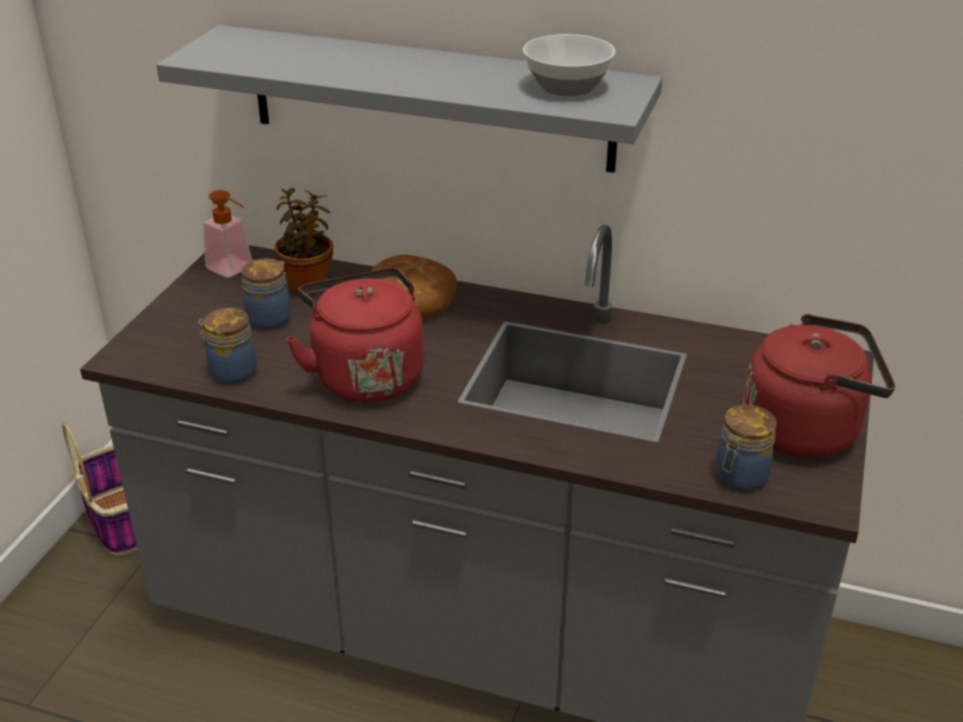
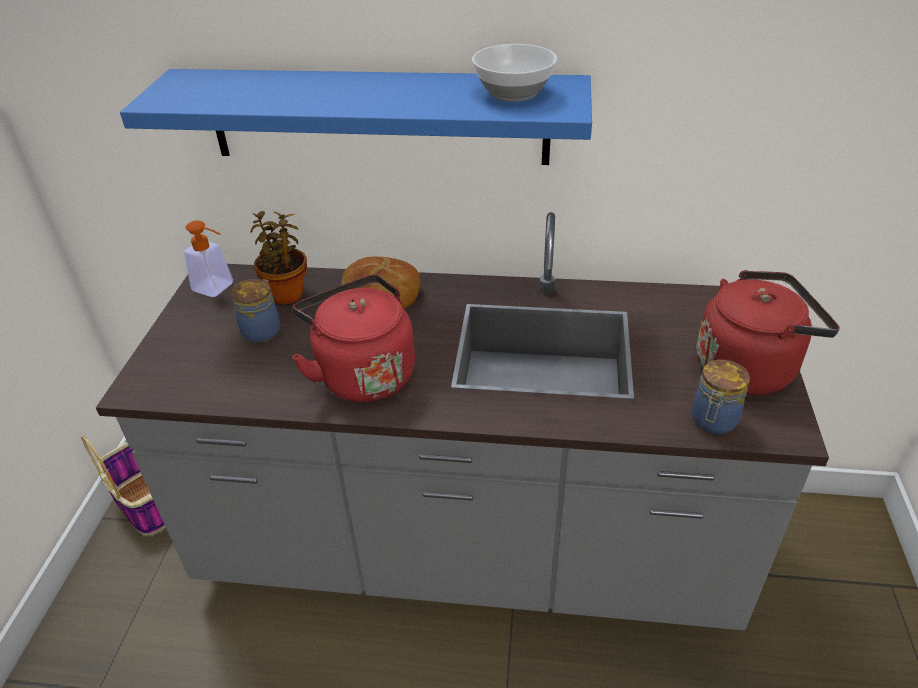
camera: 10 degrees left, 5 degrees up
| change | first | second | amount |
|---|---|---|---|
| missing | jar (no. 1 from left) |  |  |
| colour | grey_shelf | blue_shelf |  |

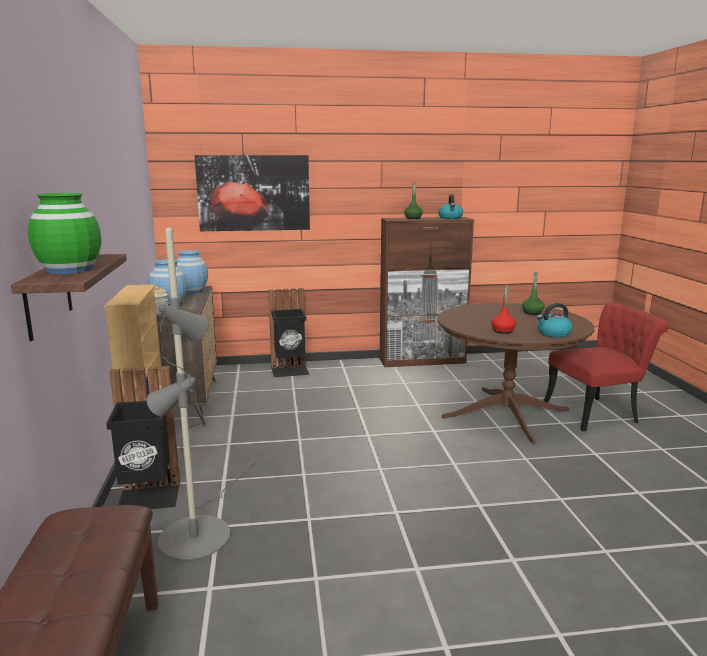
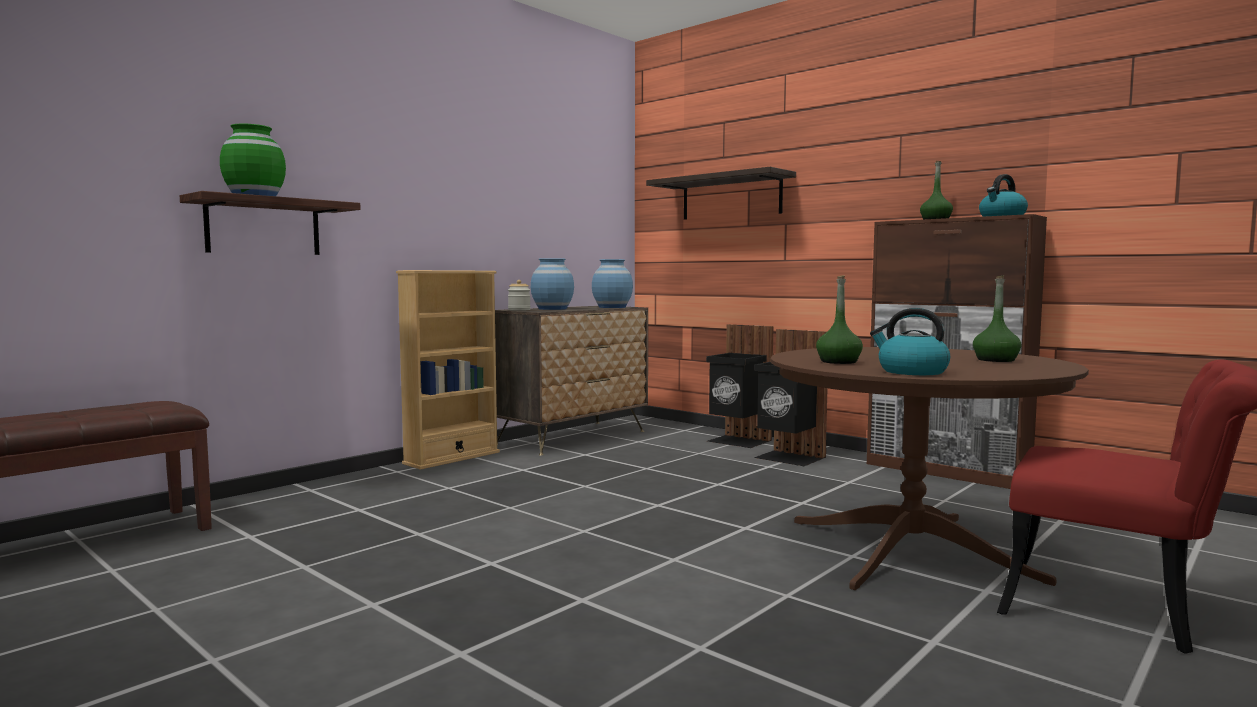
camera: 50 degrees right, 10 degrees down
| change | first | second | amount |
|---|---|---|---|
| missing | grey_floor_lamp |  |  |
| relocated | black_trash_can (no. 1 from left in the first image) | black_trash_can (no. 2 from left) |  |
| exchanged | picture | shelf (no. 2 from left) |  |
| colour | red_bottle | green_bottle (no. 1 from left) |  |

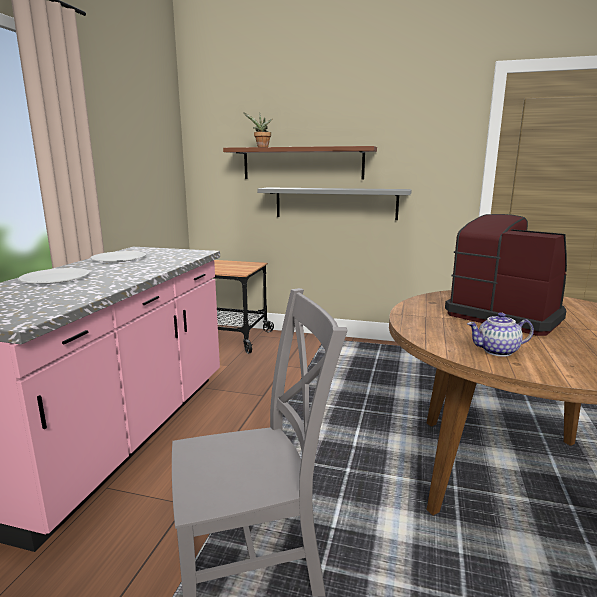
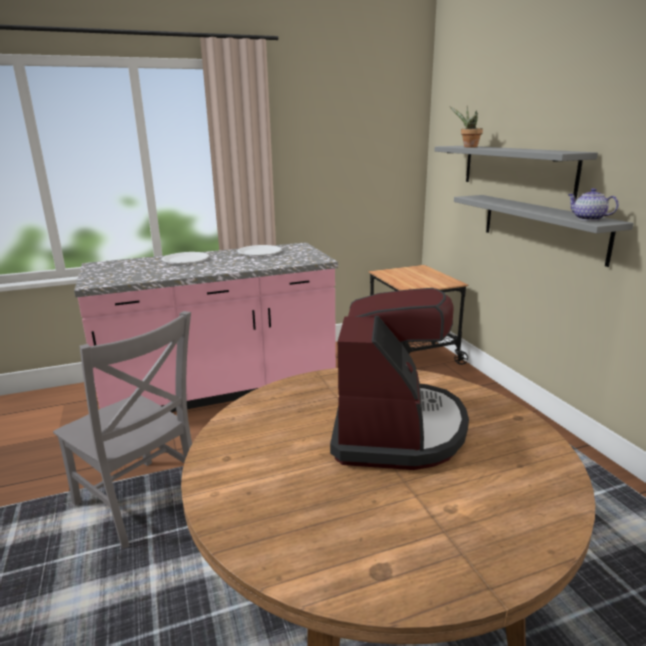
camera: 55 degrees right, 5 degrees up
| change | first | second | amount |
|---|---|---|---|
| relocated | teapot |  |  |
| colour | brown_shelf | grey_shelf (no. 1 from left) |  |

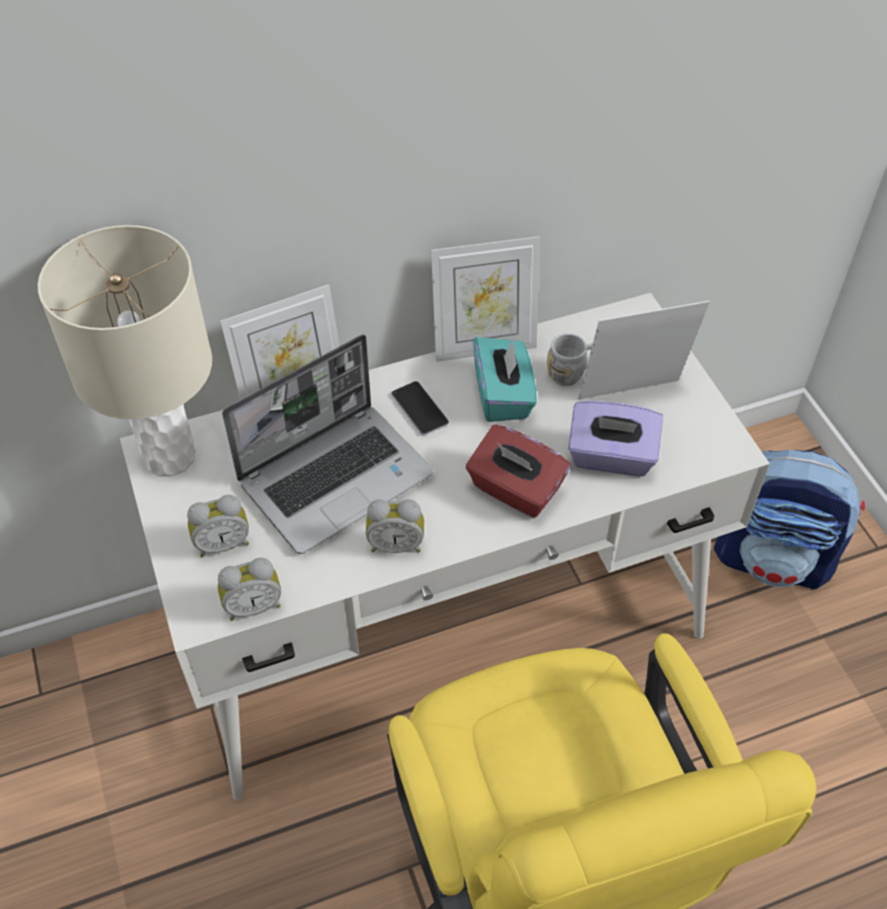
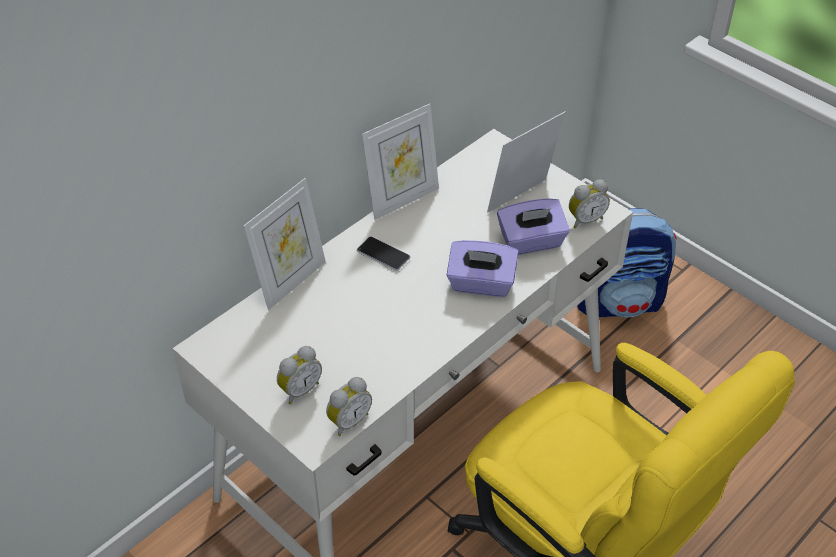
camera: 25 degrees left, 5 degrees down
| change | first | second | amount |
|---|---|---|---|
| missing | beige_table_lamp |  |  |
| missing | laptop |  |  |
| missing | turquoise_tissue_box |  |  |
| missing | grey_mug |  |  |
| relocated | alarm_clock (no. 3 from left) |  |  |
| colour | red_tissue_box | purple_tissue_box (no. 1 from left) |  |

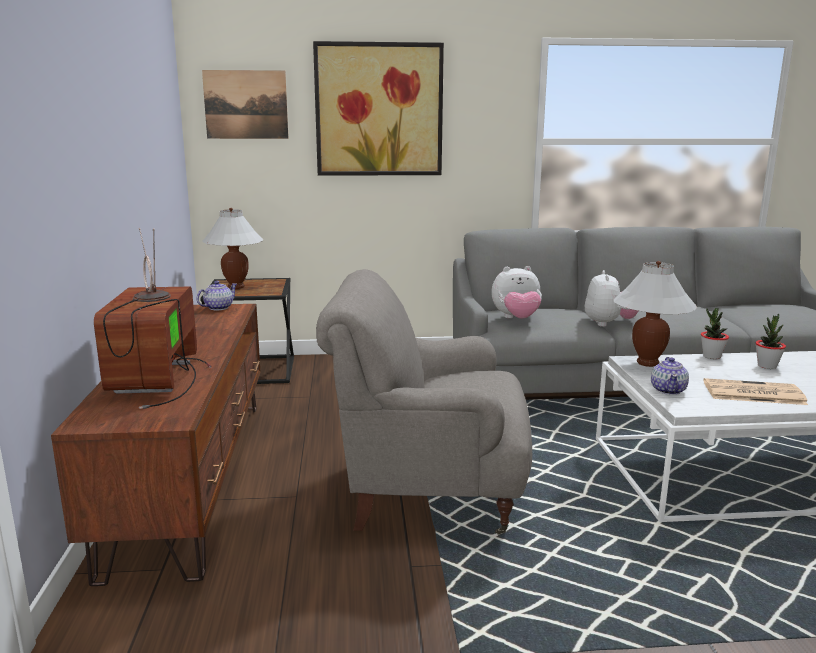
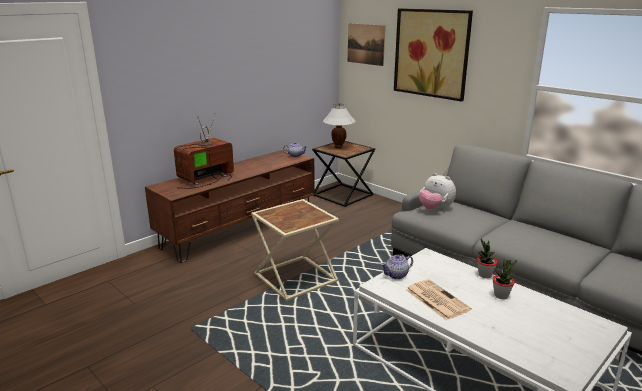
camera: 50 degrees right, 5 degrees up
| change | first | second | amount |
|---|---|---|---|
| missing | plush_toy (no. 2 from left) |  |  |
| missing | white_table_lamp (no. 2 from left) |  |  |
| exchanged | grey_armchair | beige_side_table |  |

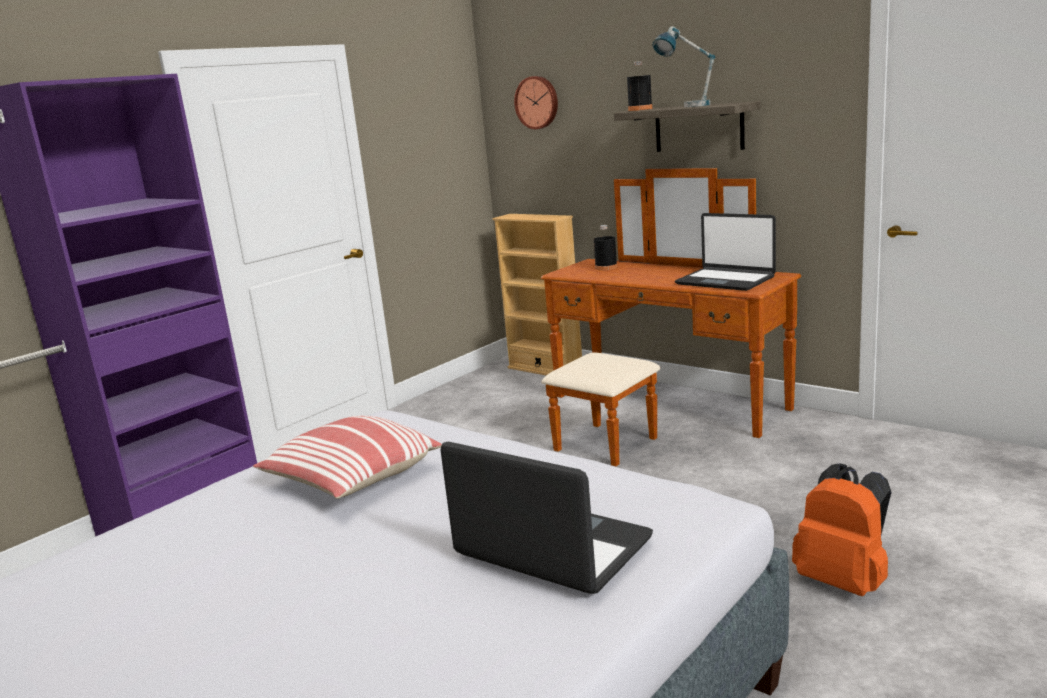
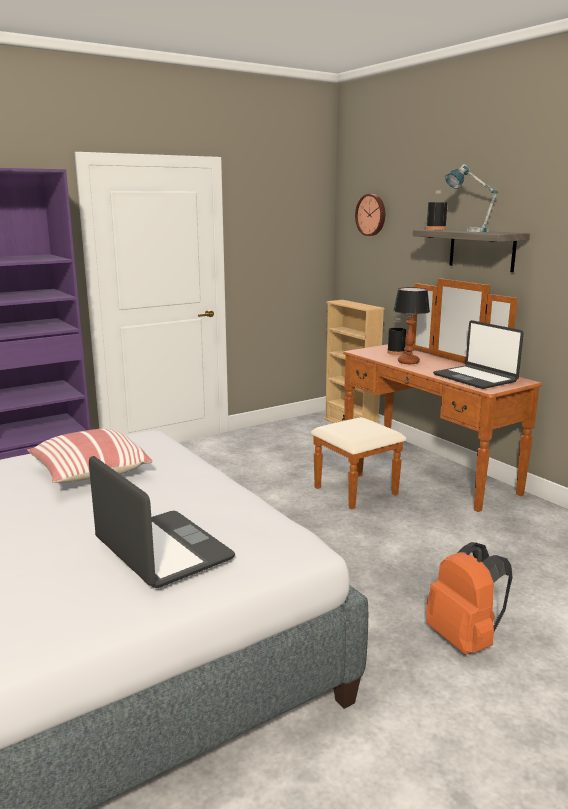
camera: 15 degrees right, 0 degrees up
| change | first | second | amount |
|---|---|---|---|
| appeared |  | table_lamp (no. 1 from left) |  |

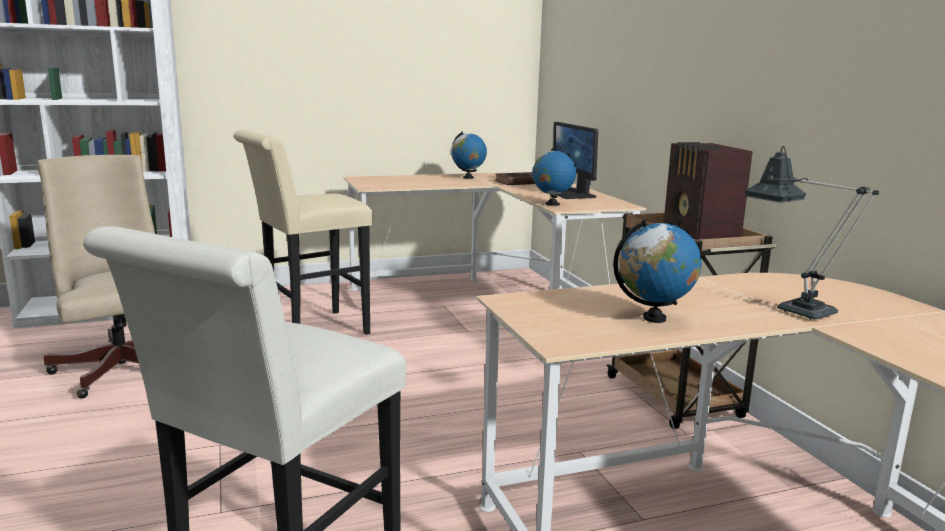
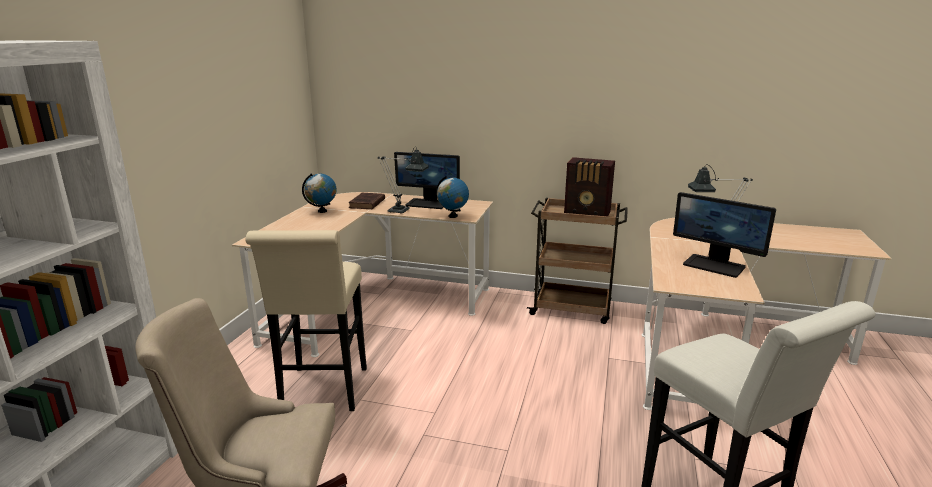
camera: 55 degrees left, 5 degrees up
| change | first | second | amount |
|---|---|---|---|
| appeared |  | table_lamp (no. 1 from left) |  |
| exchanged | globe (no. 3 from left) | monitor (no. 2 from left) |  |

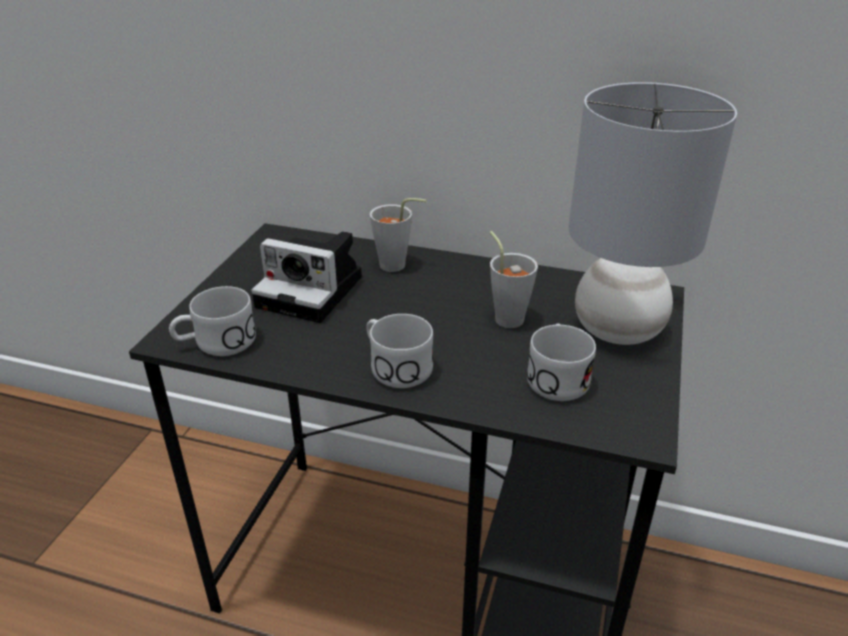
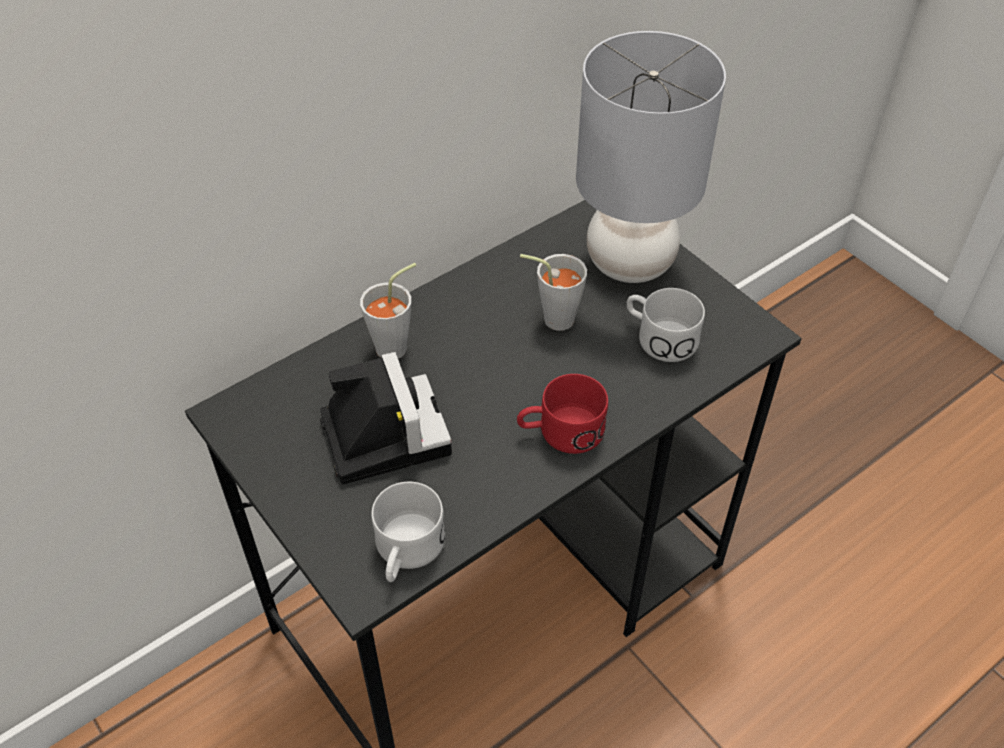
camera: 55 degrees left, 15 degrees up
| change | first | second | amount |
|---|---|---|---|
| colour | white_mug (no. 2 from left) | red_mug |  |
| spun | photo_camera |  | 75 degrees counterclockwise |

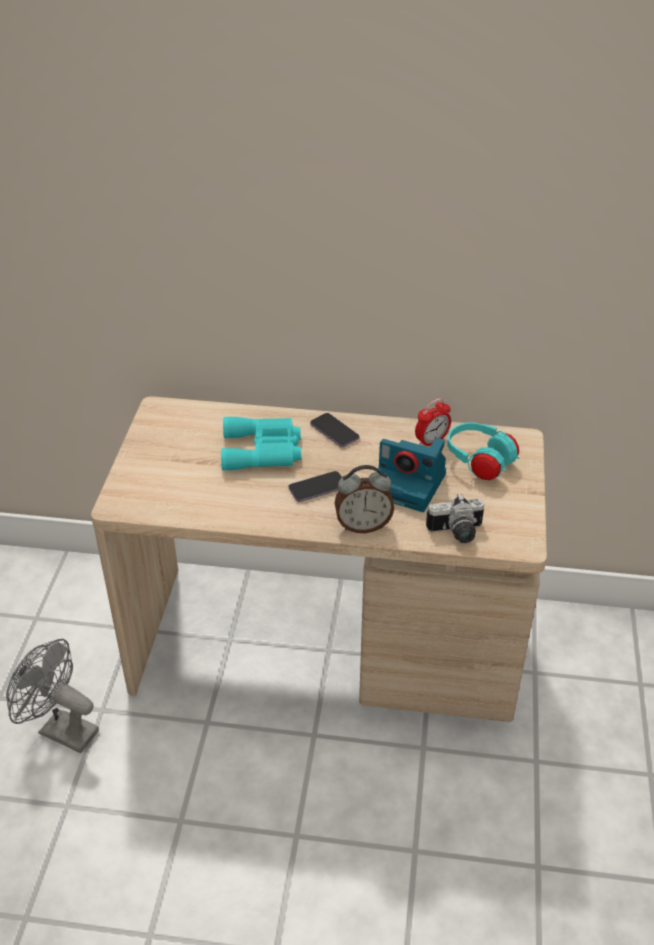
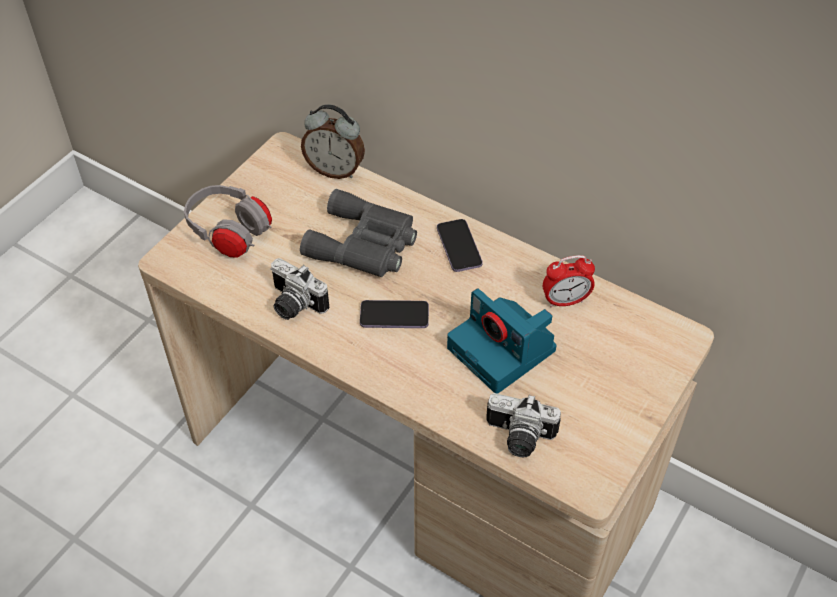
camera: 25 degrees right, 10 degrees up
| change | first | second | amount |
|---|---|---|---|
| missing | grey_fan |  |  |
| missing | turquoise_headphones |  |  |
| appeared |  | grey_headphones |  |
| appeared |  | photo_camera (no. 1 from left) |  |
| relocated | alarm_clock (no. 1 from left) |  |  |
| colour | turquoise_binoculars | grey_binoculars |  |

